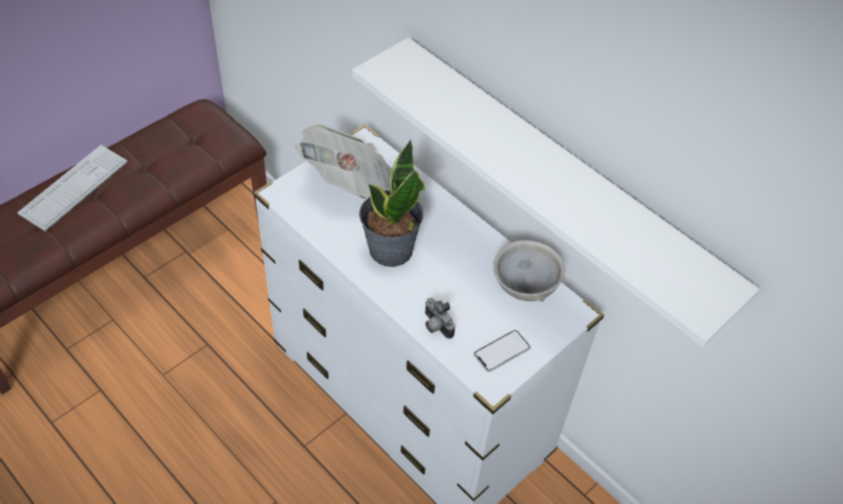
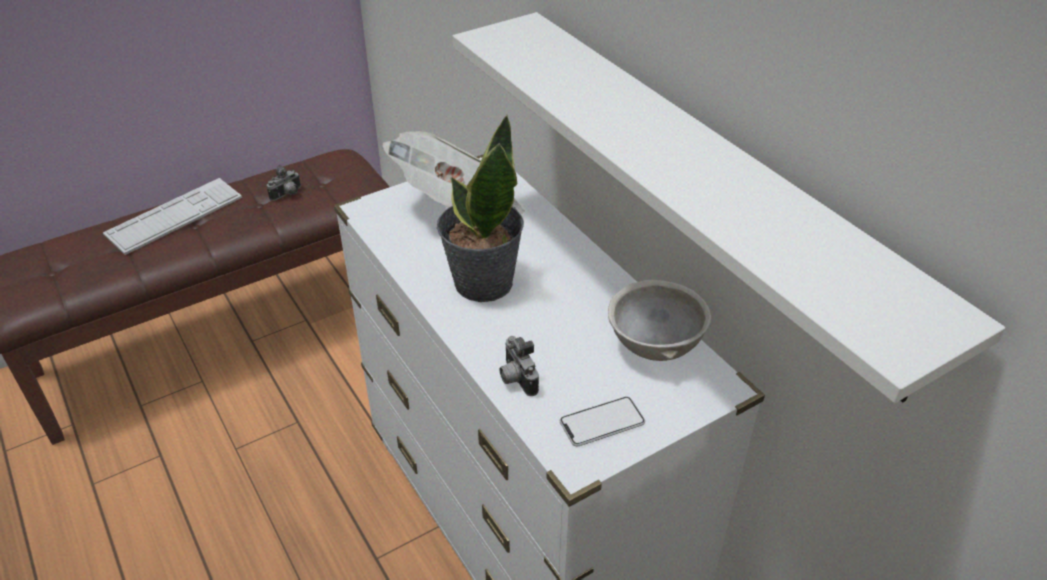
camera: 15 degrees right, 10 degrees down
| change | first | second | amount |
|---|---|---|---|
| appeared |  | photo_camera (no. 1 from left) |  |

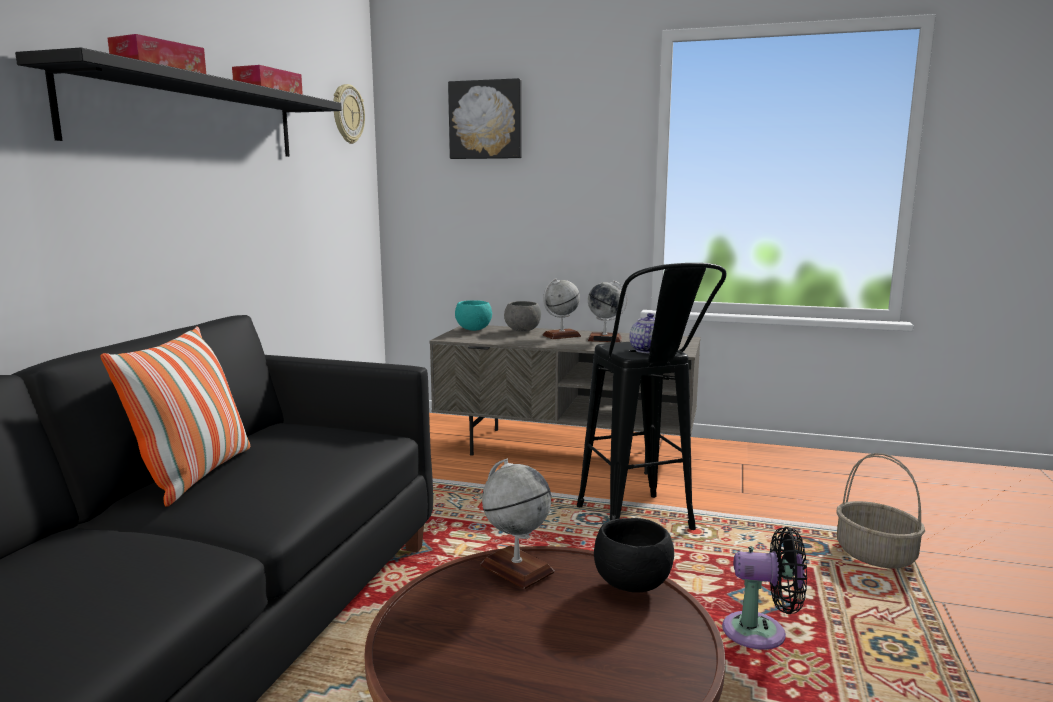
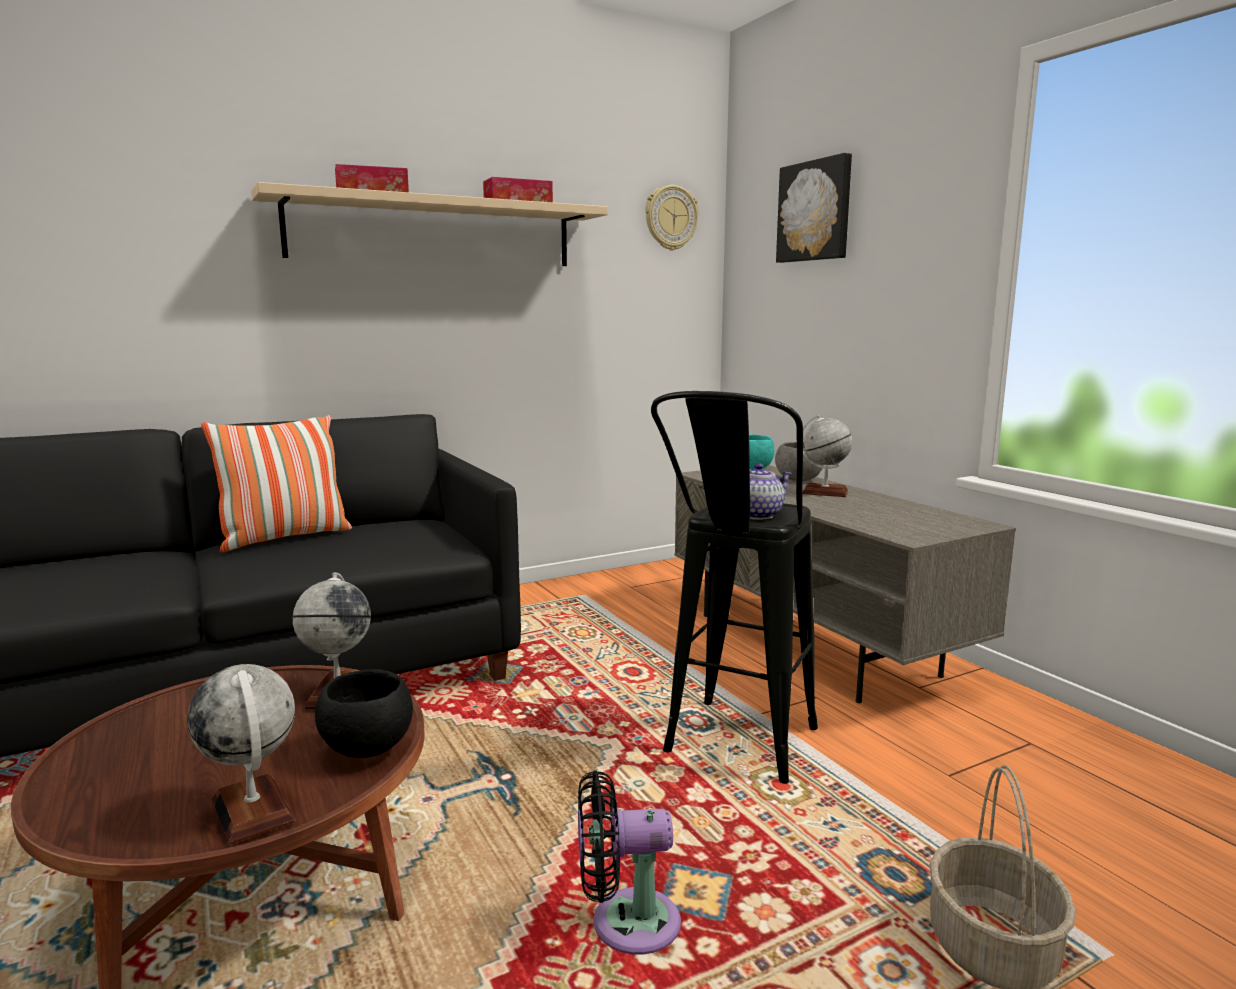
camera: 45 degrees right, 0 degrees up
| change | first | second | amount |
|---|---|---|---|
| relocated | globe (no. 3 from left in the first image) | globe (no. 1 from left) |  |
| colour | black_shelf | beige_shelf |  |
| spun | black_fan |  | 120 degrees clockwise |

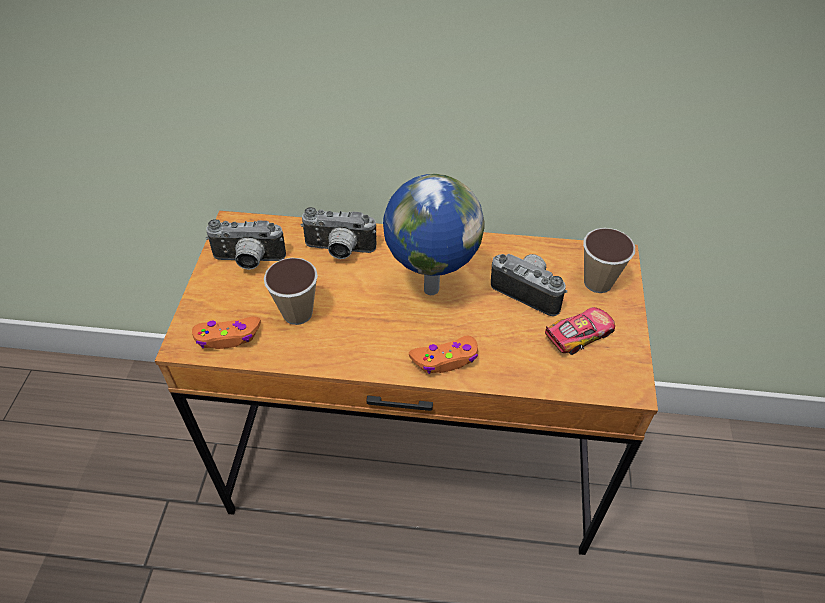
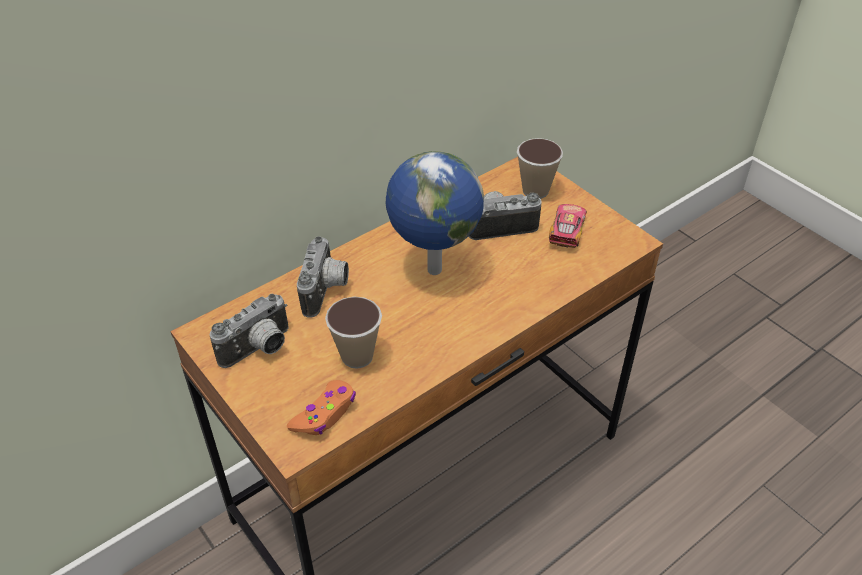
camera: 45 degrees left, 5 degrees down
| change | first | second | amount |
|---|---|---|---|
| missing | orange_game_controller (no. 2 from left) |  |  |
| spun | photo_camera (no. 2 from left) |  | 45 degrees counterclockwise |

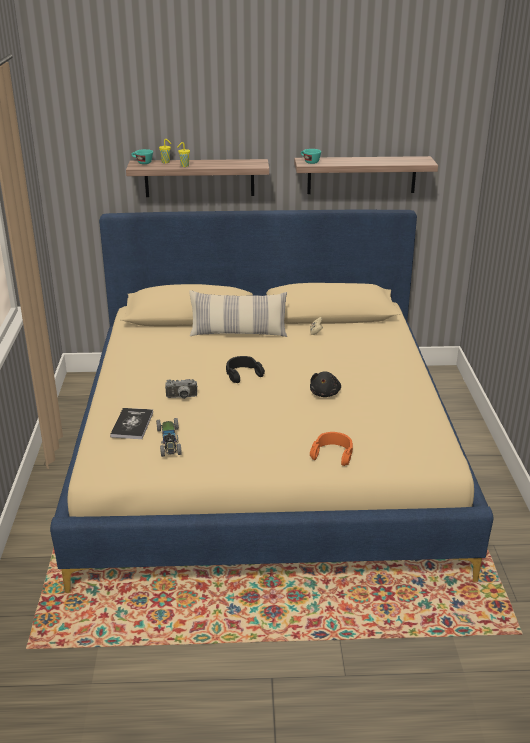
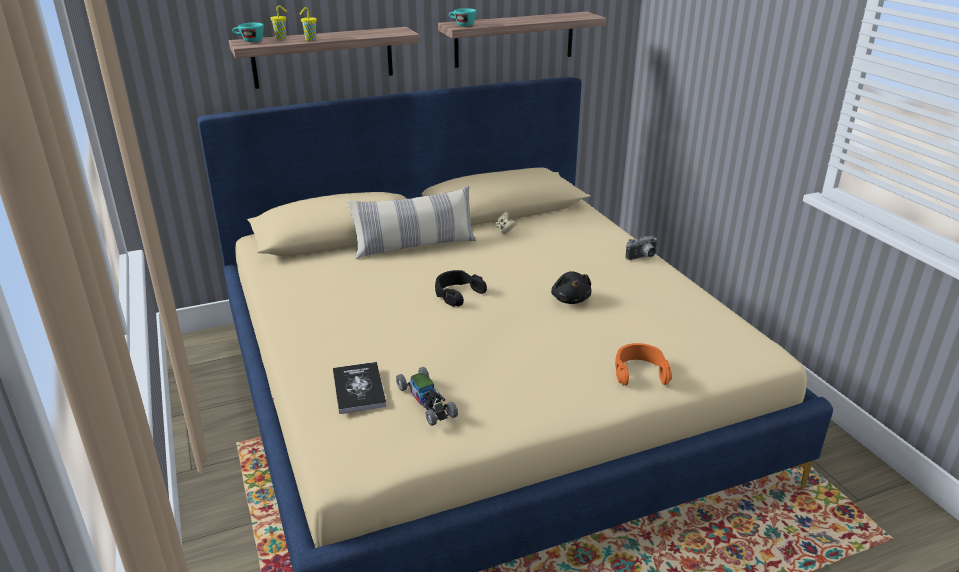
camera: 20 degrees left, 0 degrees up
| change | first | second | amount |
|---|---|---|---|
| relocated | photo_camera |  |  |

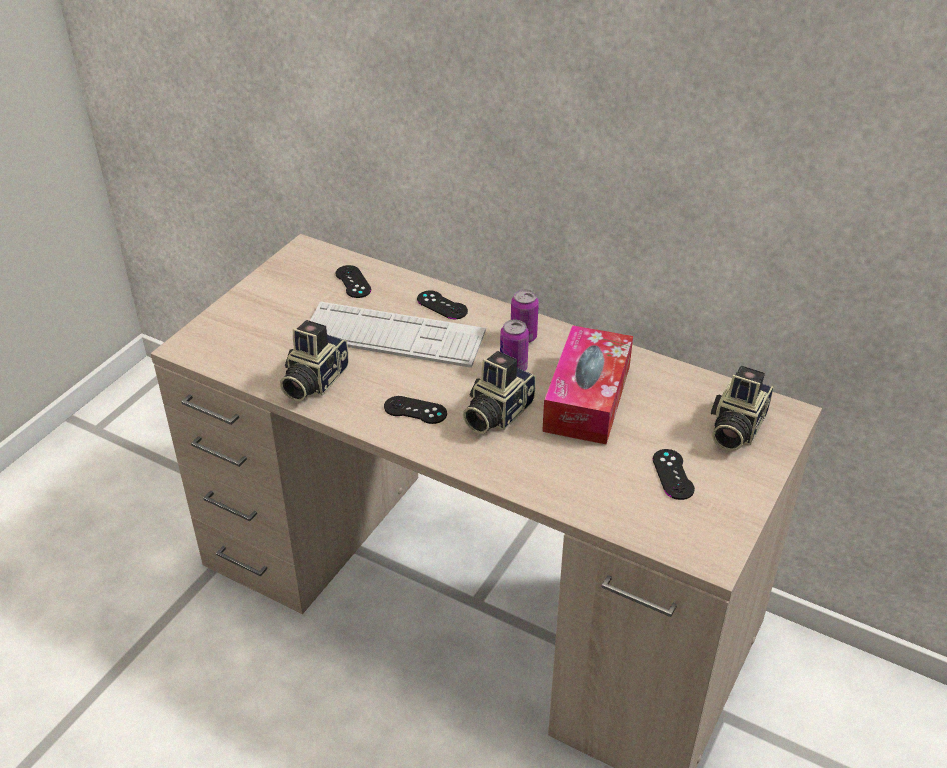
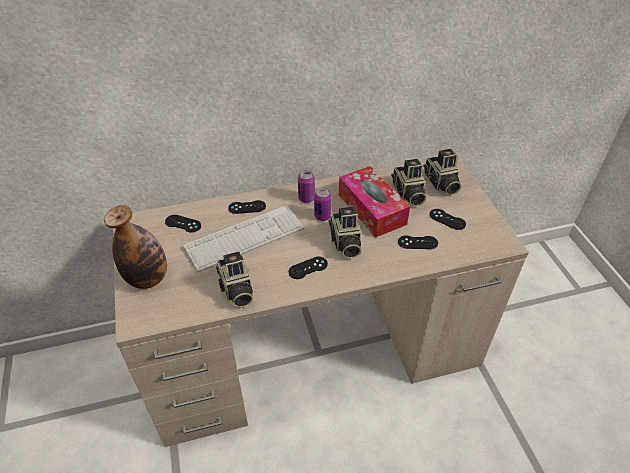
camera: 45 degrees left, 5 degrees up
| change | first | second | amount |
|---|---|---|---|
| appeared |  | bottle |  |
| appeared |  | photo_camera (no. 3 from left) |  |
| appeared |  | black_game_controller (no. 4 from left) |  |

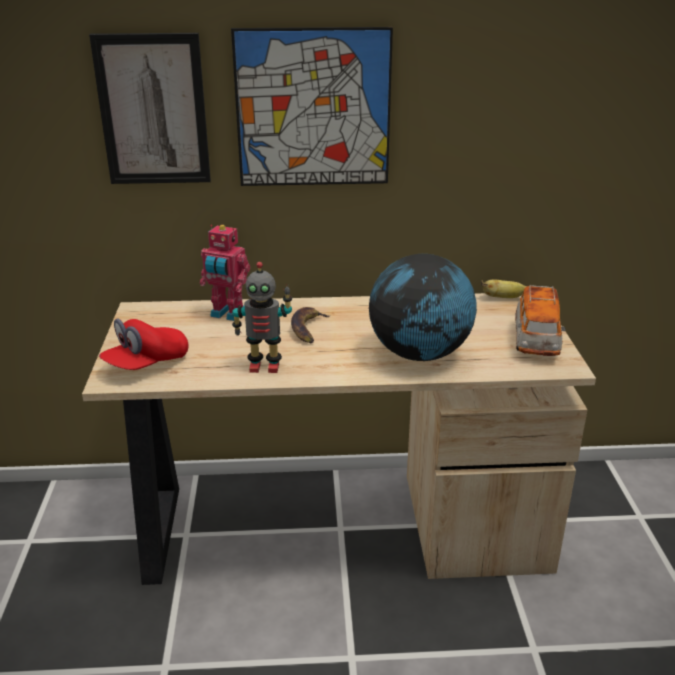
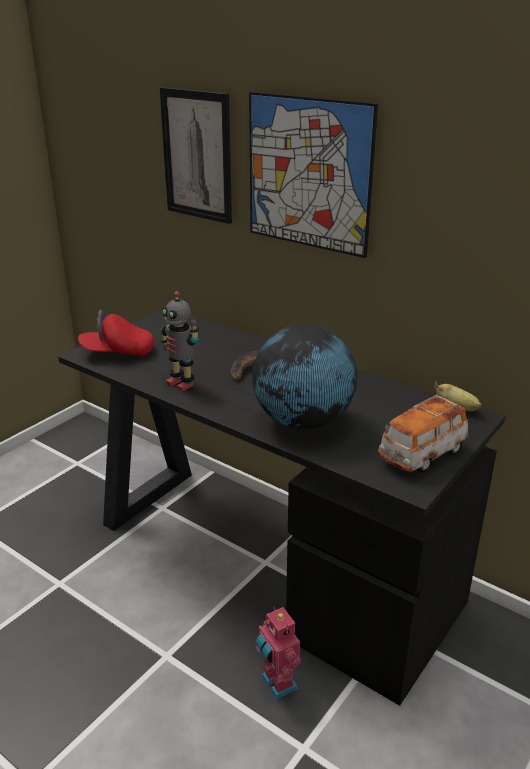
camera: 40 degrees right, 0 degrees up
| change | first | second | amount |
|---|---|---|---|
| relocated | toy_robot (no. 1 from left in the first image) | toy_robot (no. 2 from left) |  |
| colour | beige_desk | black_desk |  |

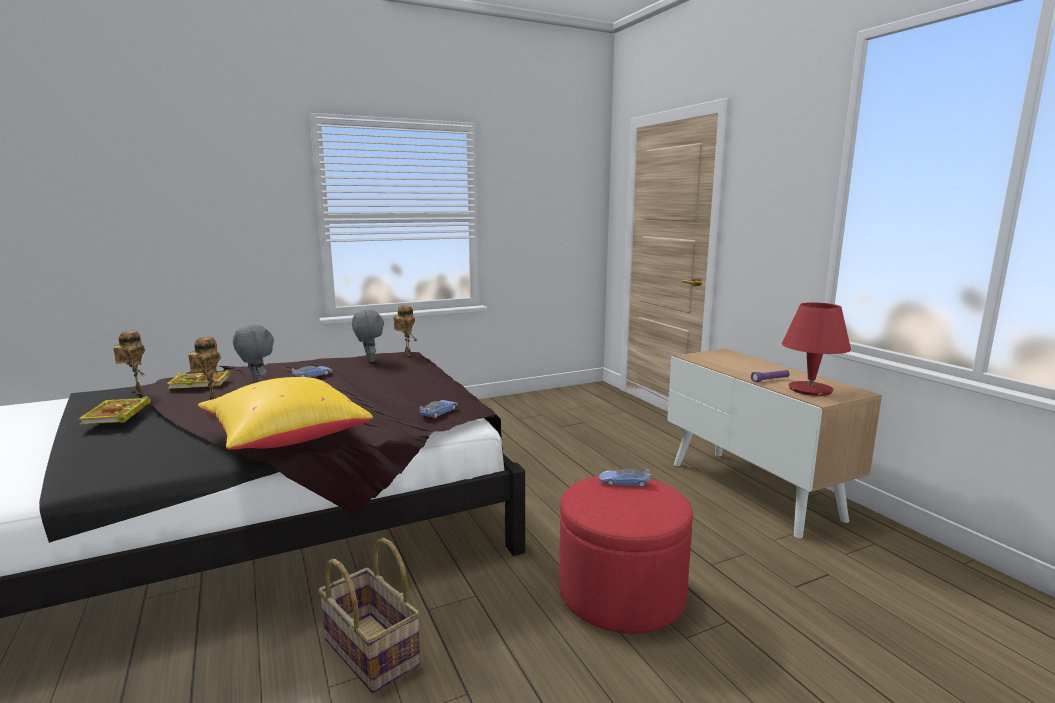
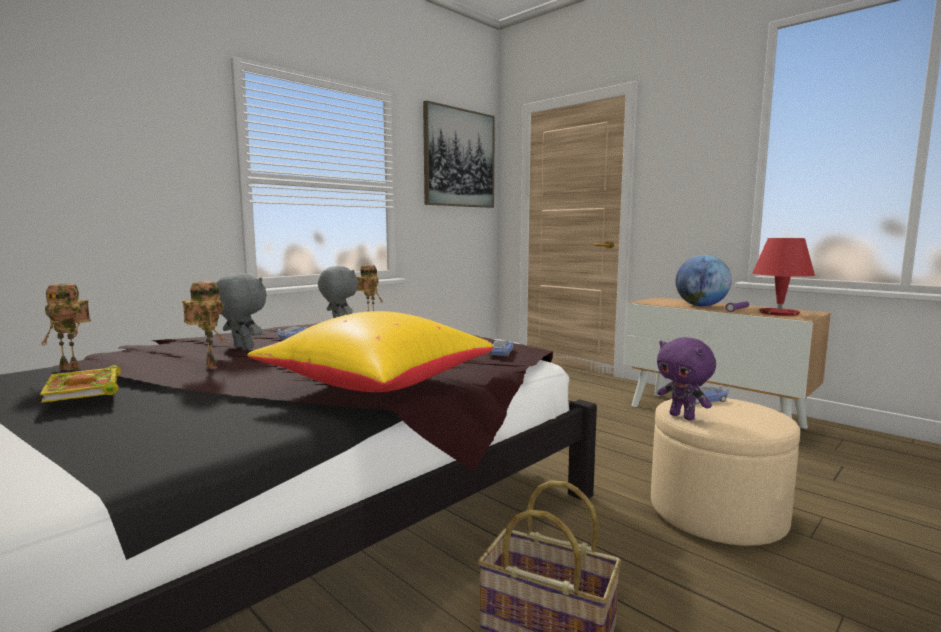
camera: 20 degrees left, 5 degrees down
| change | first | second | amount |
|---|---|---|---|
| missing | book (no. 2 from left) |  |  |
| appeared |  | picture |  |
| appeared |  | purple_plush_toy |  |
| appeared |  | globe |  |
| colour | red_ottoman | beige_ottoman |  |
| spun | toy_robot (no. 1 from left) |  | 150 degrees clockwise |

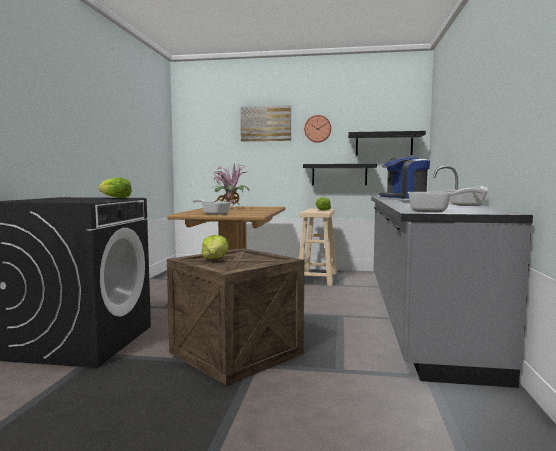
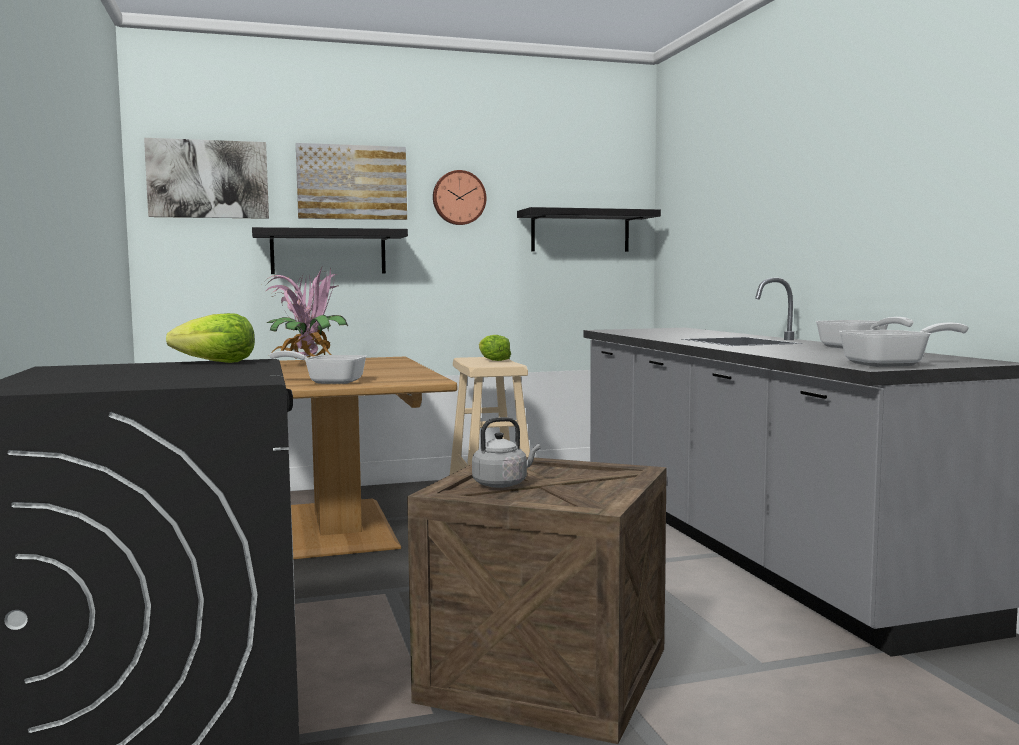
camera: 25 degrees left, 0 degrees up
| change | first | second | amount |
|---|---|---|---|
| missing | coffee_machine |  |  |
| appeared |  | picture (no. 1 from left) |  |
| relocated | black_shelf (no. 1 from left) |  |  |
| exchanged | lettuce (no. 2 from left) | grey_kettle |  |

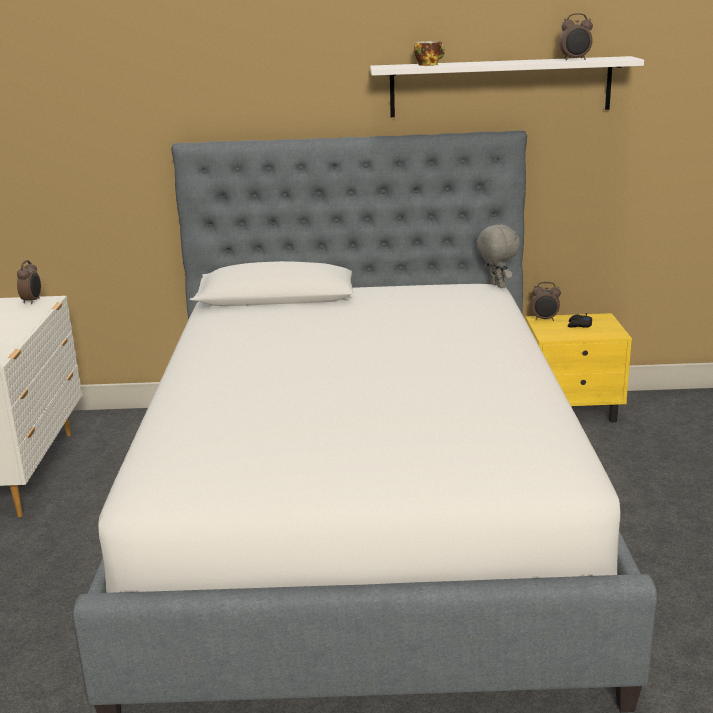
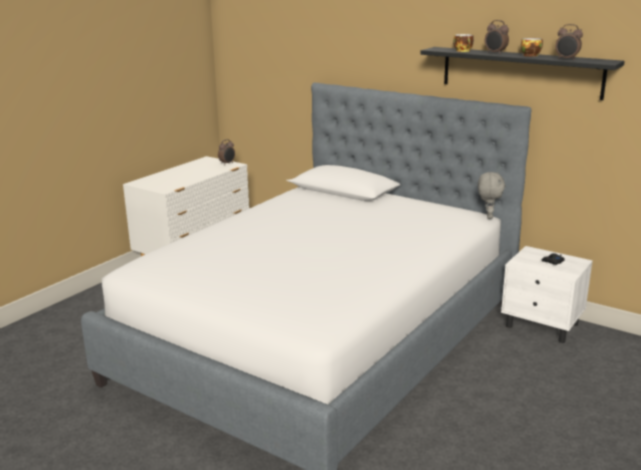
camera: 35 degrees right, 0 degrees up
| change | first | second | amount |
|---|---|---|---|
| appeared |  | cup (no. 2 from left) |  |
| relocated | alarm_clock (no. 2 from left) |  |  |
| colour | white_shelf | black_shelf |  |
| colour | yellow_nightstand | white_nightstand |  |

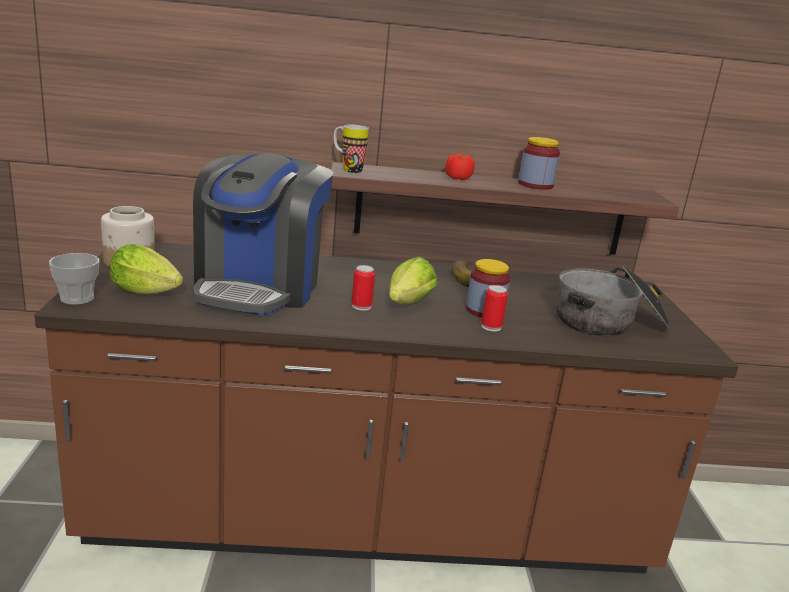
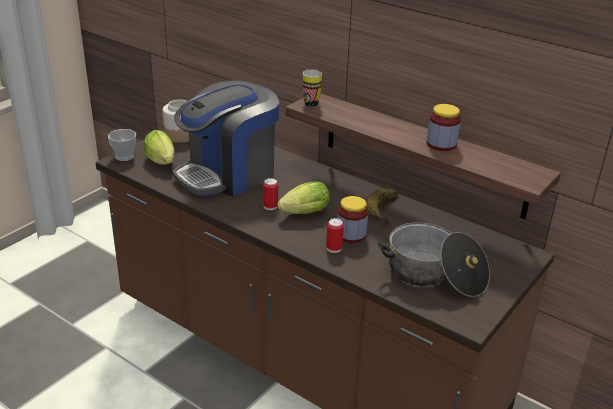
camera: 40 degrees right, 10 degrees up
| change | first | second | amount |
|---|---|---|---|
| missing | tomato |  |  |

